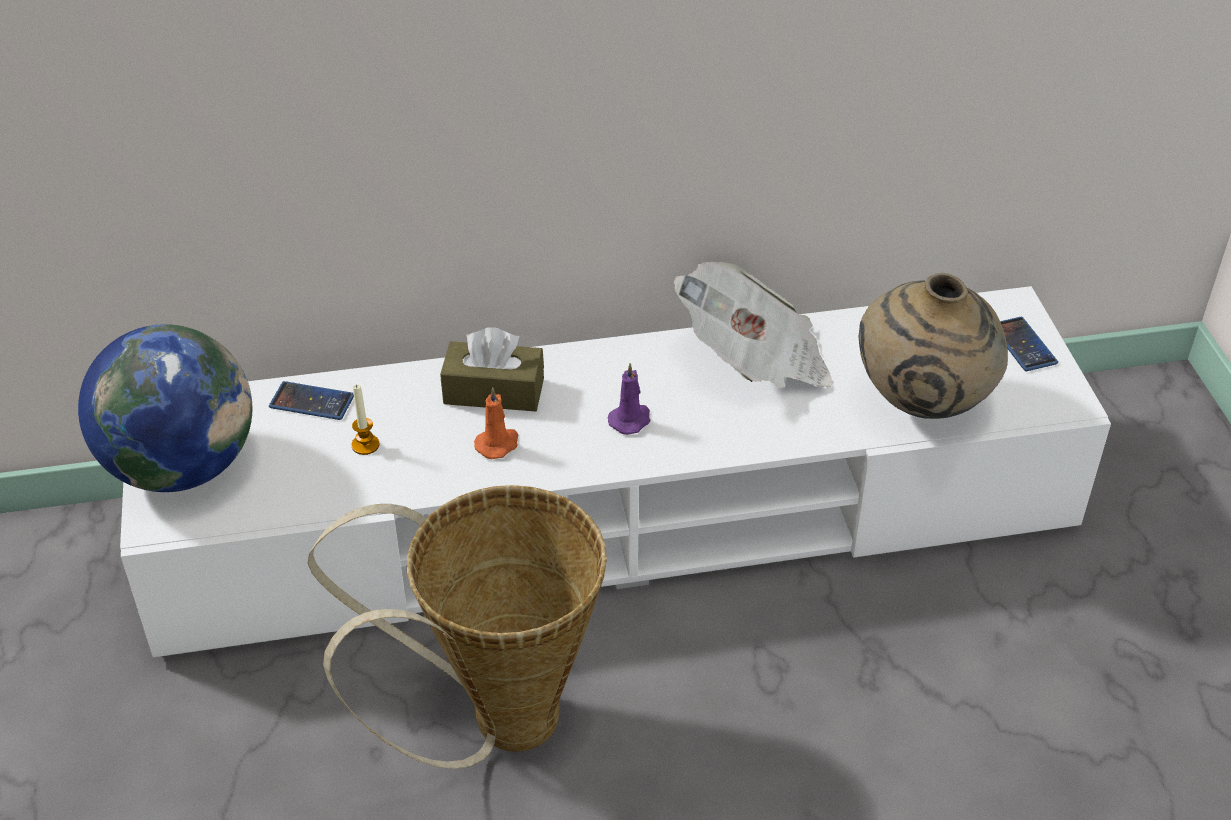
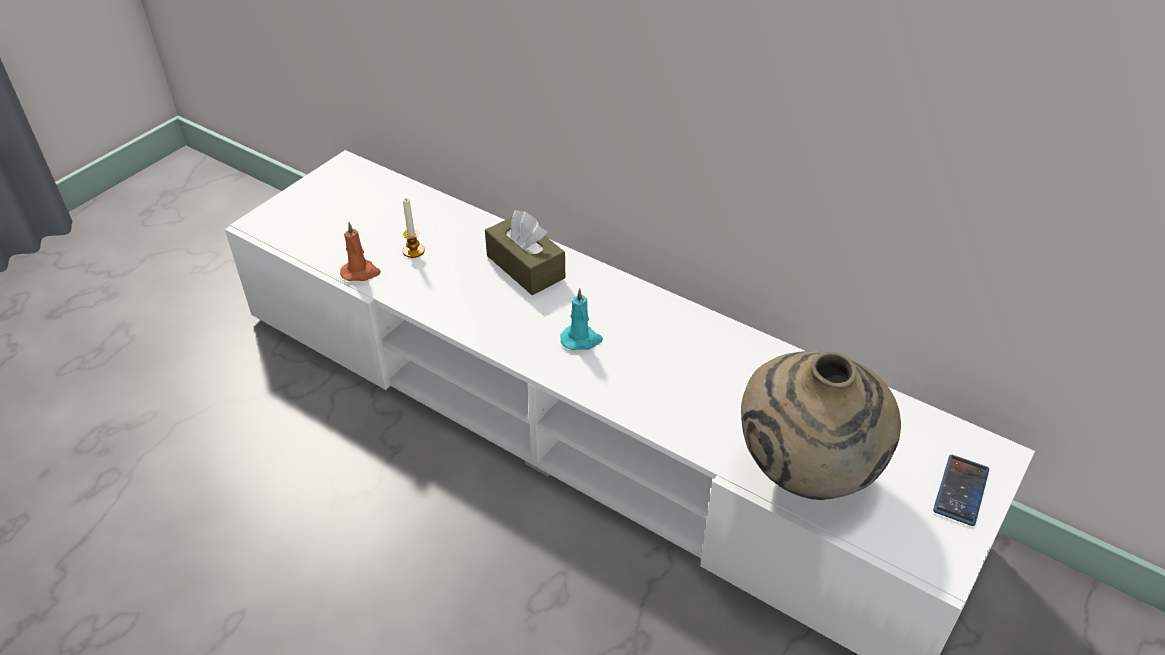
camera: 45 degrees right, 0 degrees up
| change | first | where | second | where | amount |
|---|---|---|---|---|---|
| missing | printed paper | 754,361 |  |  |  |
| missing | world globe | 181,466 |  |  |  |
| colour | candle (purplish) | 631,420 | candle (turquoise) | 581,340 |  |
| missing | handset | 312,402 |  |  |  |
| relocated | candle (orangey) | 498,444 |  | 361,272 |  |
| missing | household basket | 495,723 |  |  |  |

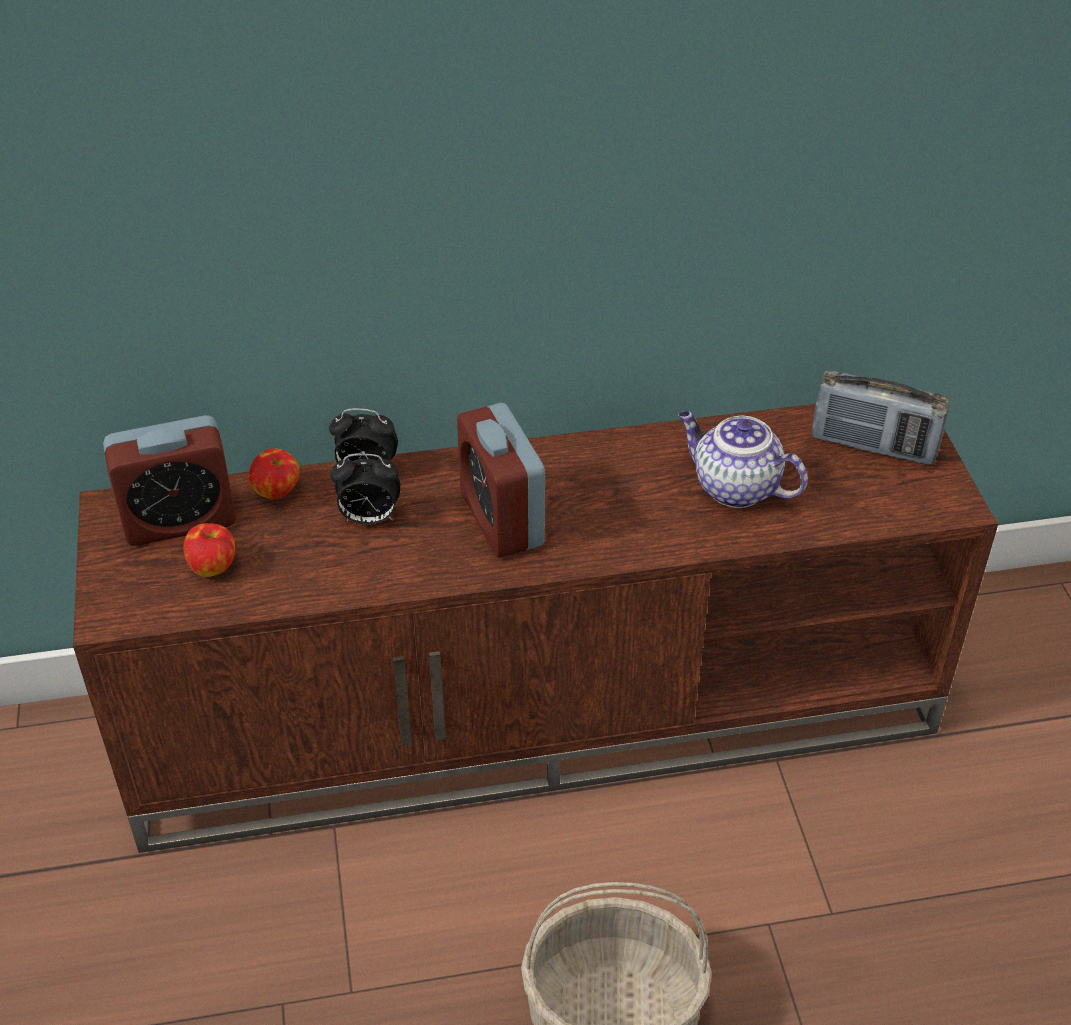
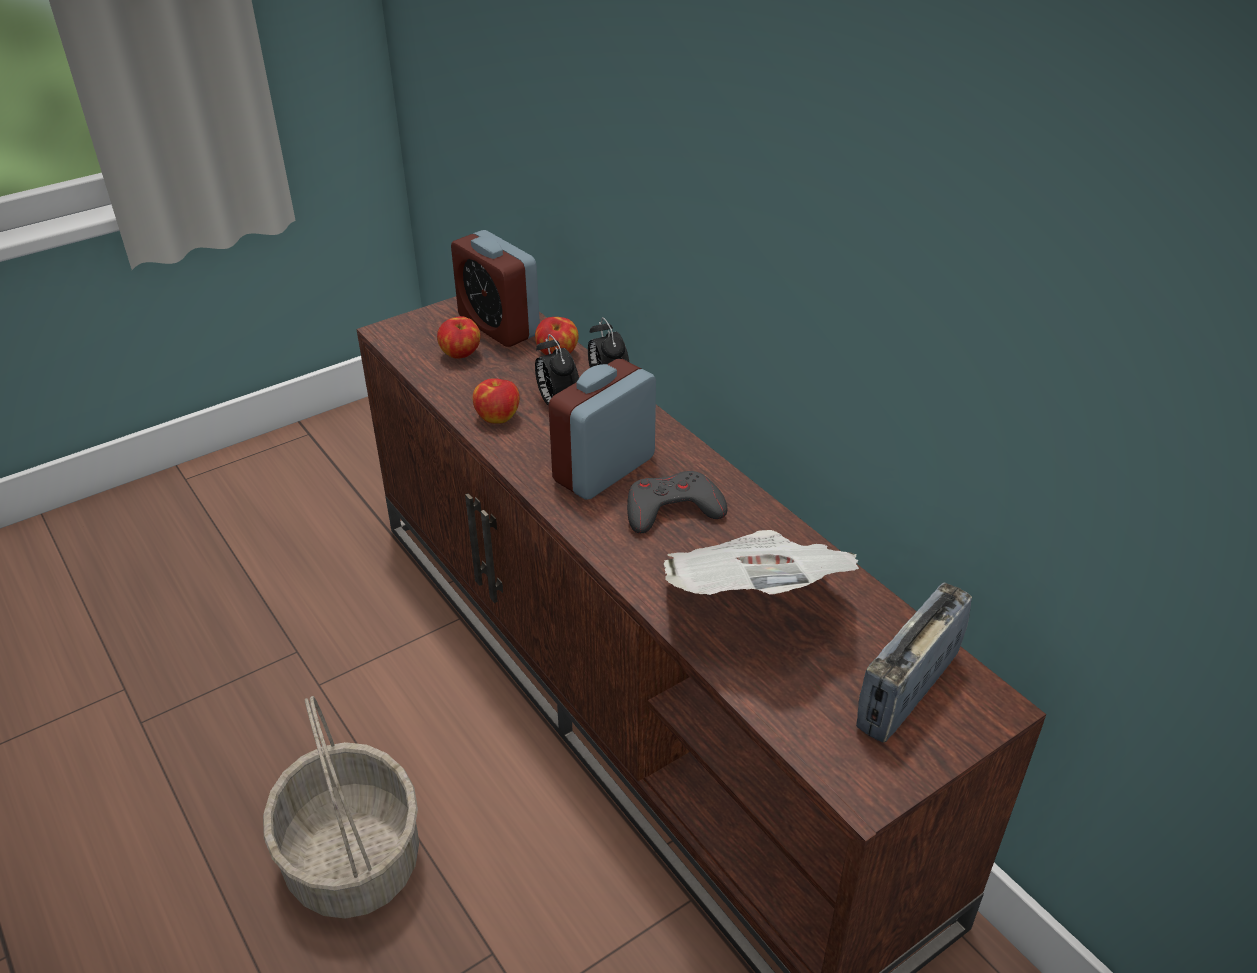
camera: 65 degrees right, 5 degrees down
| change | first | where | second | where | amount |
|---|---|---|---|---|---|
| spun | radio receiver | 873,446 |  | 907,692 | 45 degrees clockwise |
| exchanged | tea pot | 734,487 | printed paper | 753,599 |  |
| appeared |  |  | whole apple | 497,417 |  |
| appeared |  |  | joypad (gray) | 672,509 |  |

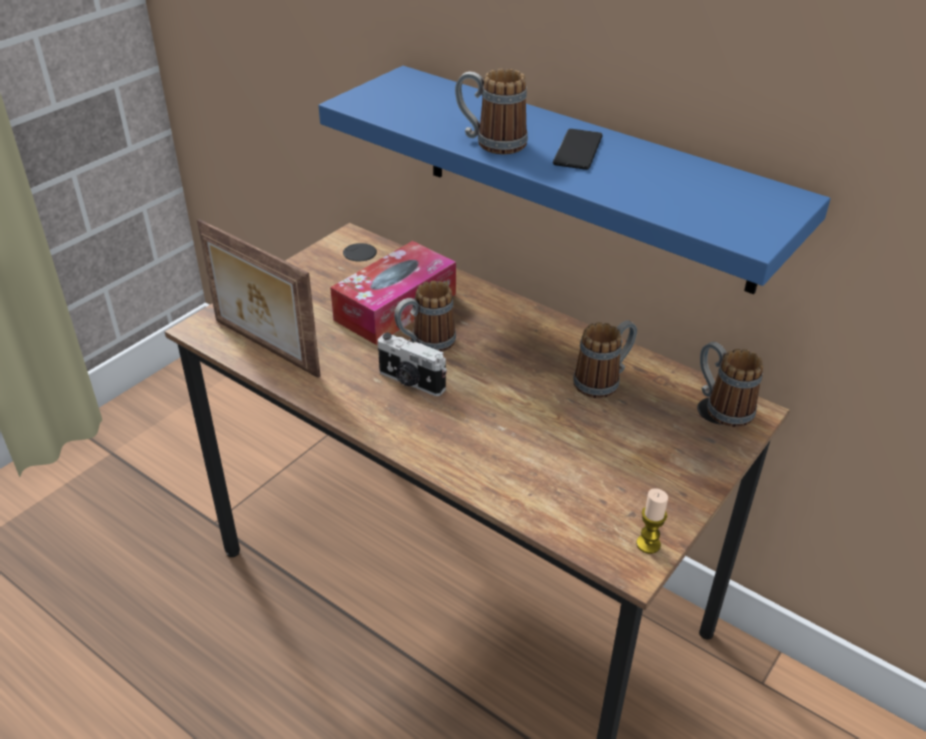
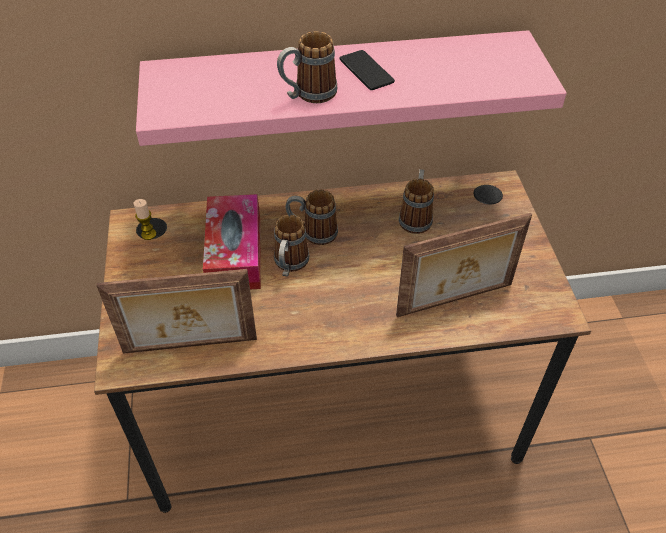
camera: 45 degrees left, 10 degrees up
| change | first | where | second | where | amount |
|---|---|---|---|---|---|
| colour | shelf (bluish) | 585,177 | shelf (pinkish) | 339,85 |  |
| missing | photo camera | 410,382 |  |  |  |
| relocated | coffee mug | 721,406 |  | 312,233 |  |
| relocated | candle | 648,544 |  | 148,234 |  |
| appeared |  |  | standing frame | 455,301 |  |

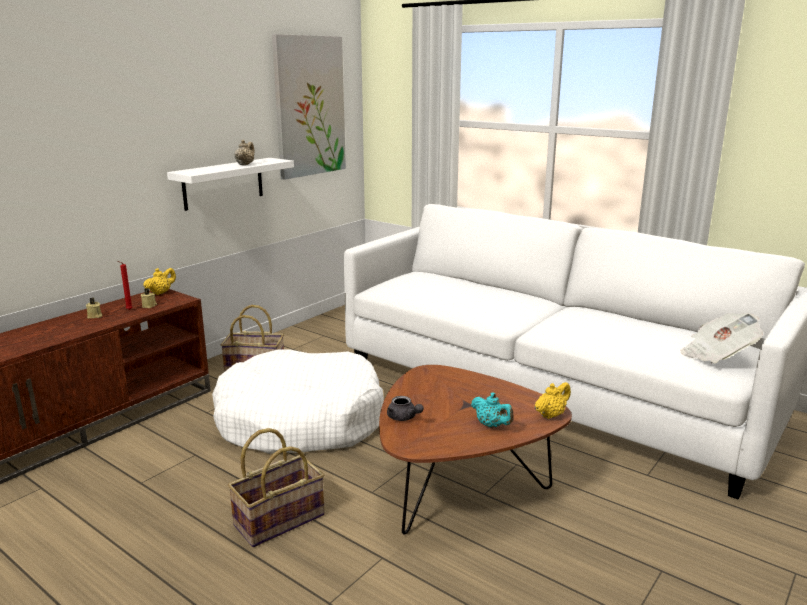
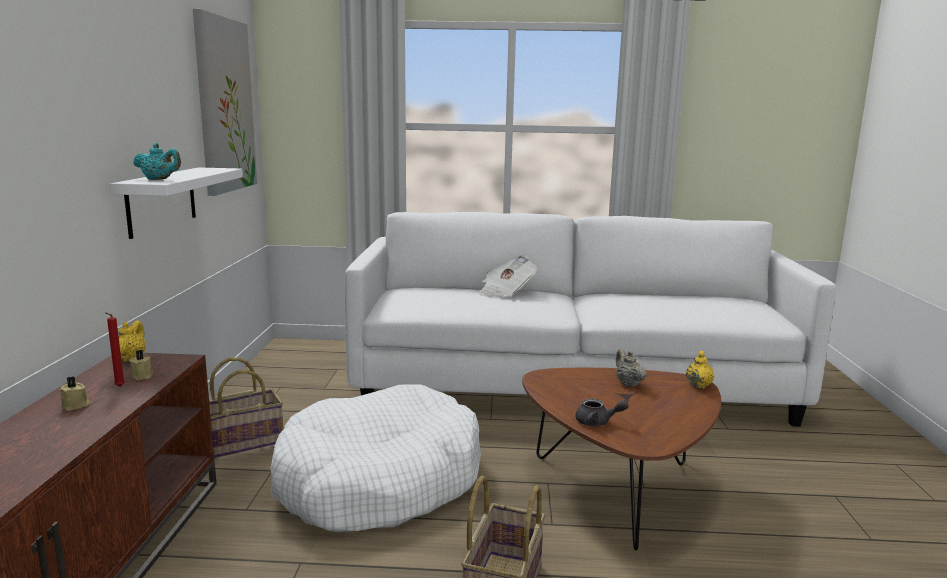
camera: 35 degrees left, 5 degrees down
| change | first | where | second | where | amount |
|---|---|---|---|---|---|
| relocated | tea pot (beige-coloured) | 245,164 |  | 628,383 |  |
| relocated | printed paper | 717,354 |  | 505,292 |  |
| relocated | tea pot (turquoise) | 491,425 |  | 159,180 |  |

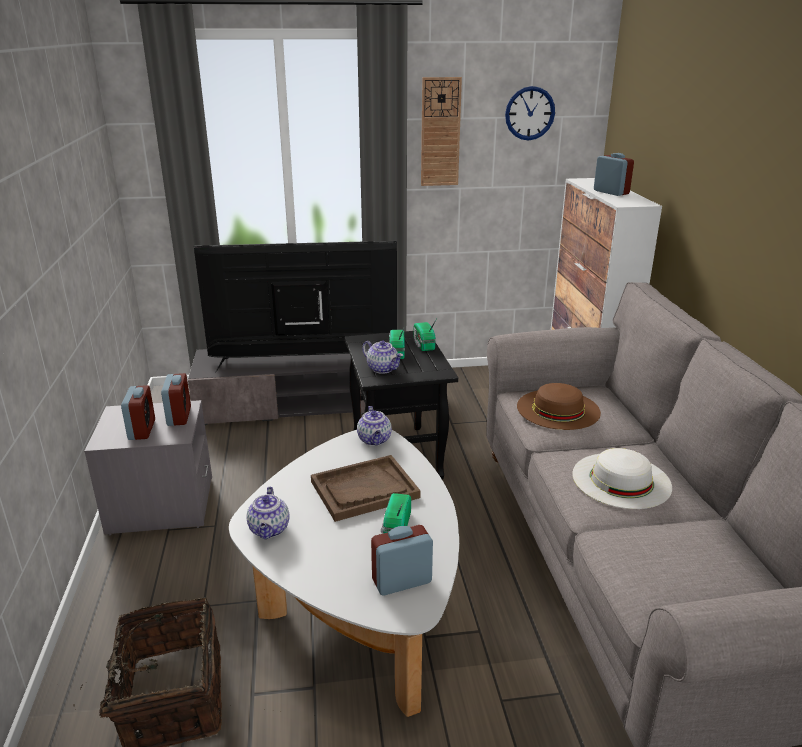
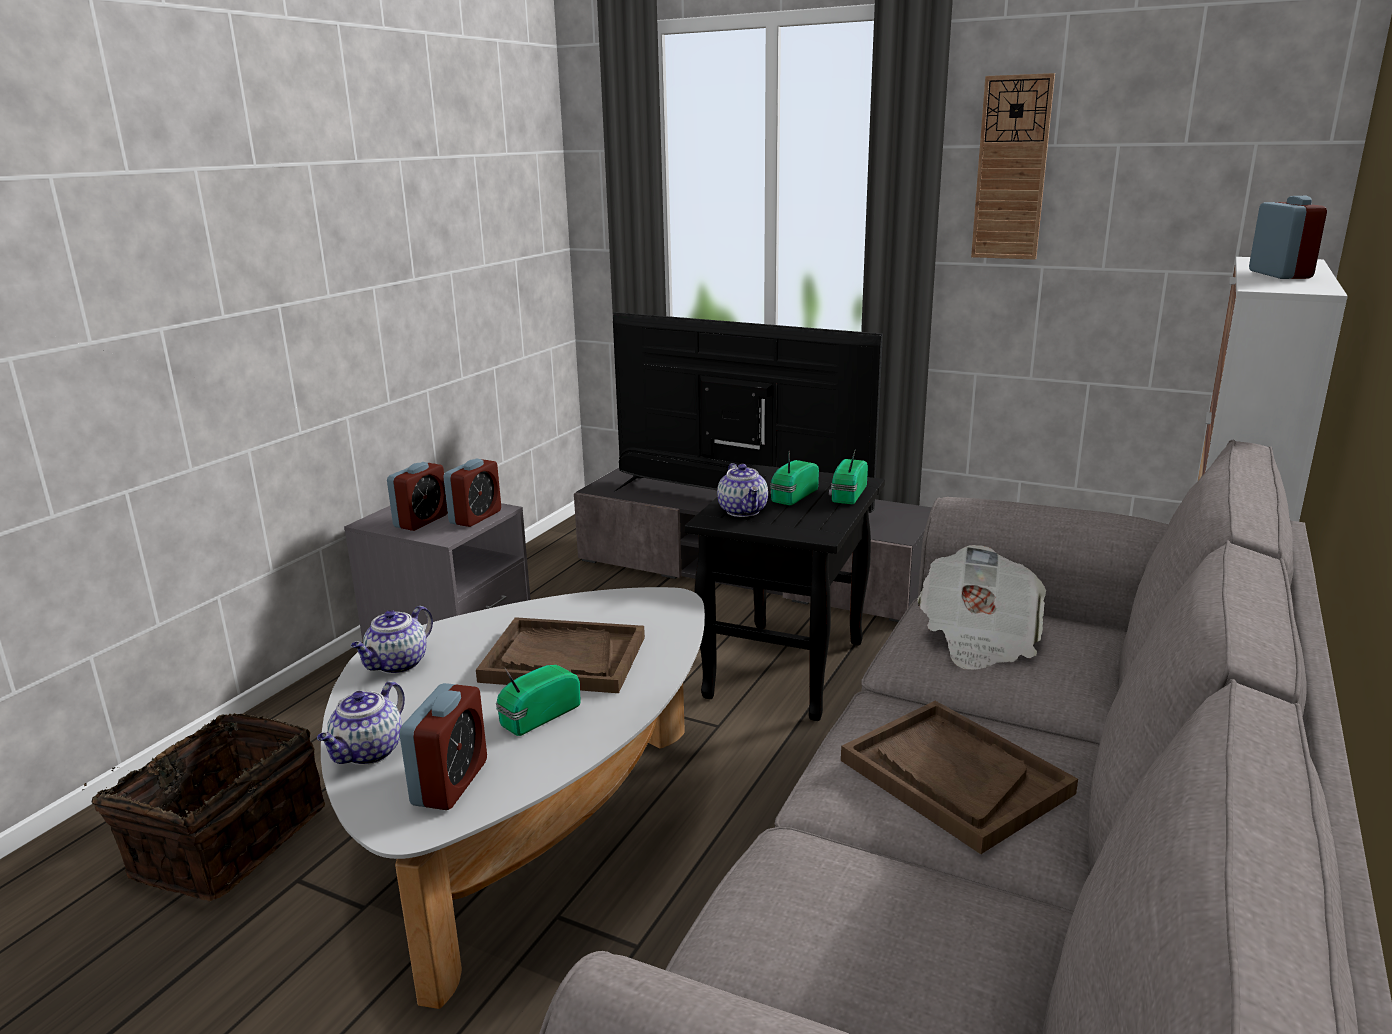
camera: 35 degrees right, 5 degrees down
| change | first | where | second | where | amount |
|---|---|---|---|---|---|
| missing | clock on the wall | 529,113 |  |  |  |
| exchanged | clothing hat (brownish) | 558,409 | printed paper | 978,639 |  |
| relocated | tea pot | 375,440 |  | 368,753 |  |
| exchanged | clothing hat (white-coloured) | 621,480 | tray (brownish) | 954,777 |  |
| spun | bedside clock | 401,581 |  | 450,783 | 90 degrees clockwise |

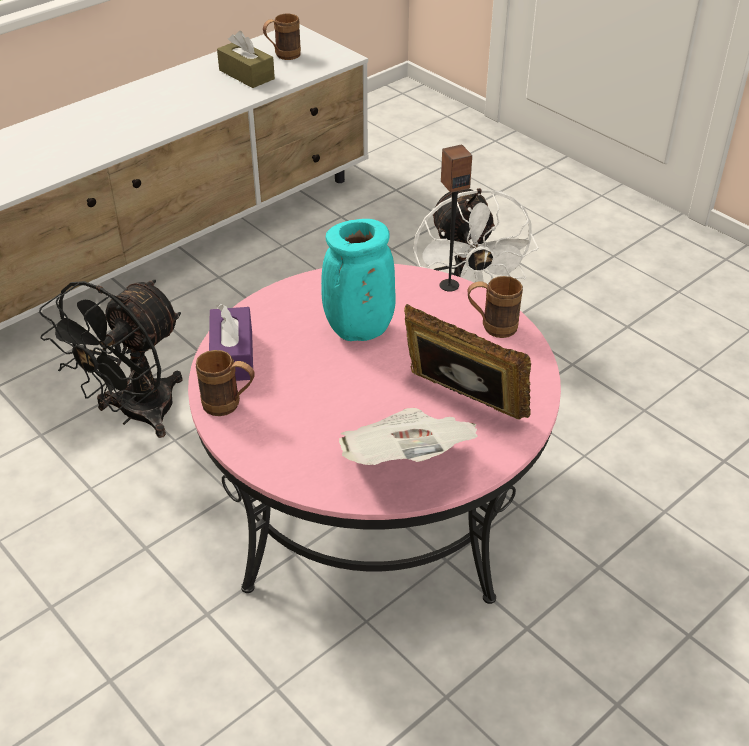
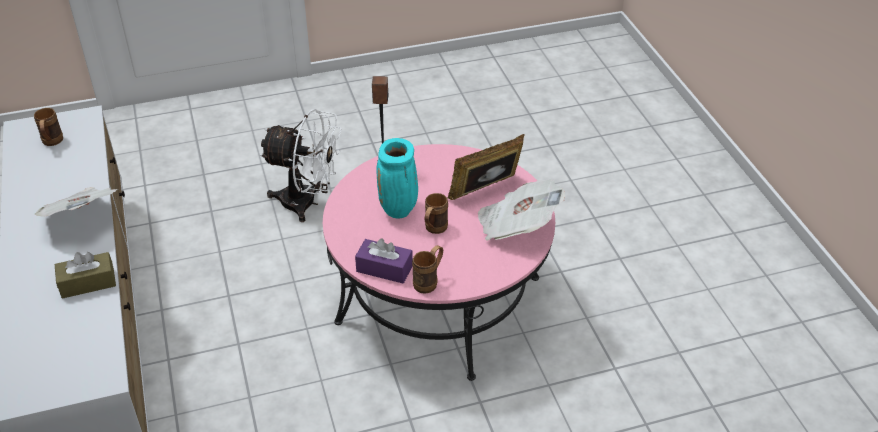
camera: 65 degrees left, 0 degrees up
| change | first | where | second | where | amount |
|---|---|---|---|---|---|
| relocated | tissue box (brownish) | 246,74 |  | 88,283 |  |
| relocated | coffee mug (brownish) | 491,327 |  | 433,230 |  |
| missing | fan (black) | 135,415 |  |  |  |
| appeared |  |  | printed paper | 82,216 |  |

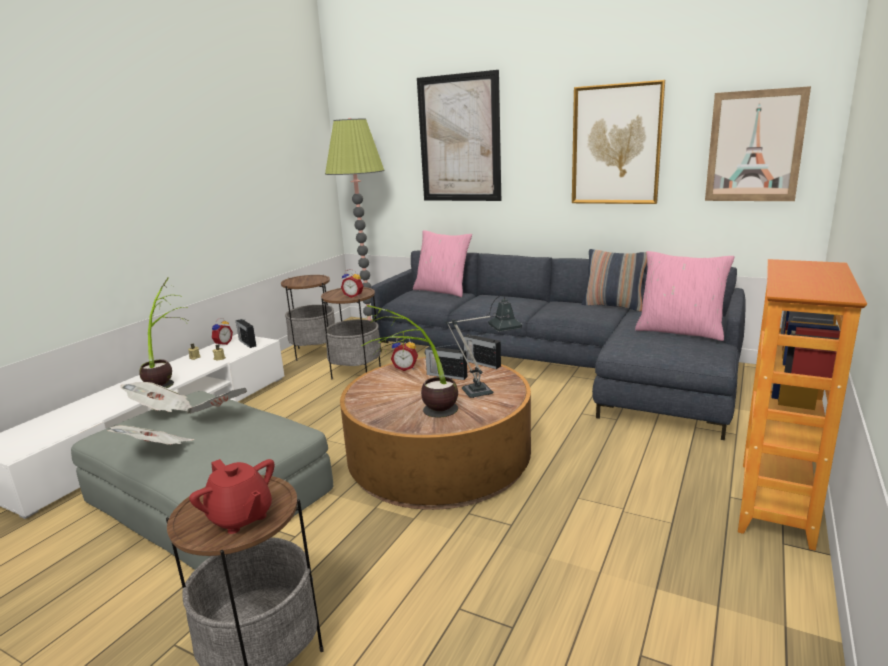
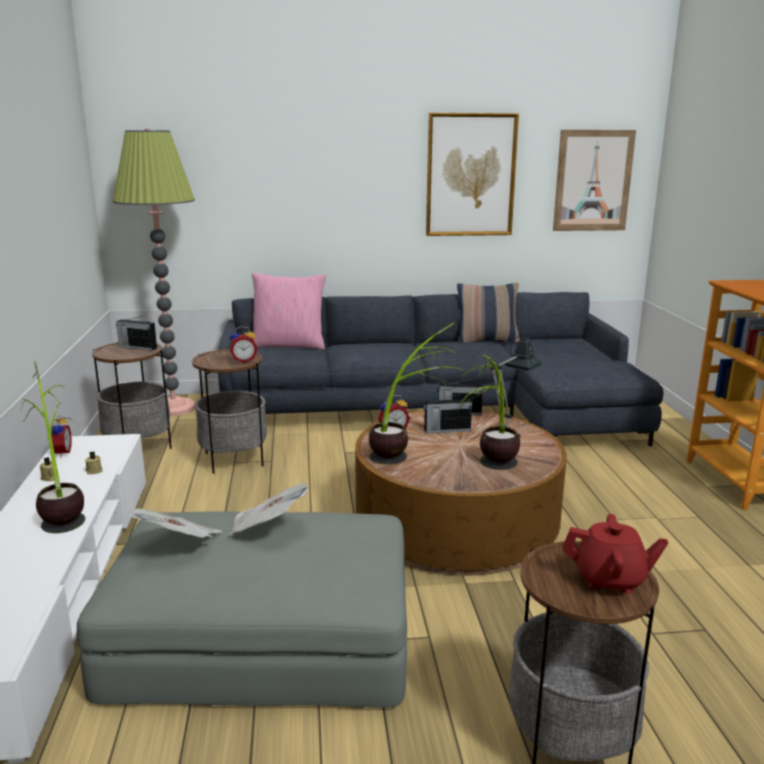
camera: 35 degrees left, 0 degrees up
| change | first | where | second | where | amount |
|---|---|---|---|---|---|
| missing | wall art | 459,139 |  |  |  |
| missing | pillow (pinkish) | 680,331 |  |  |  |
| relocated | radio receiver | 247,343 |  | 137,347 |  |
| missing | printed paper | 156,451 |  |  |  |
| appeared |  |  | plant in a pot | 409,452 |  |

